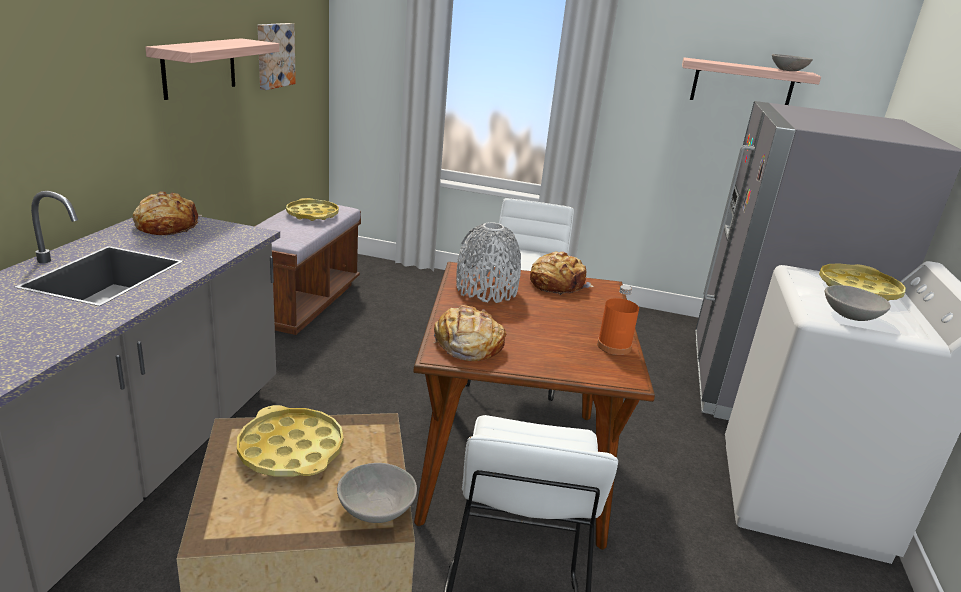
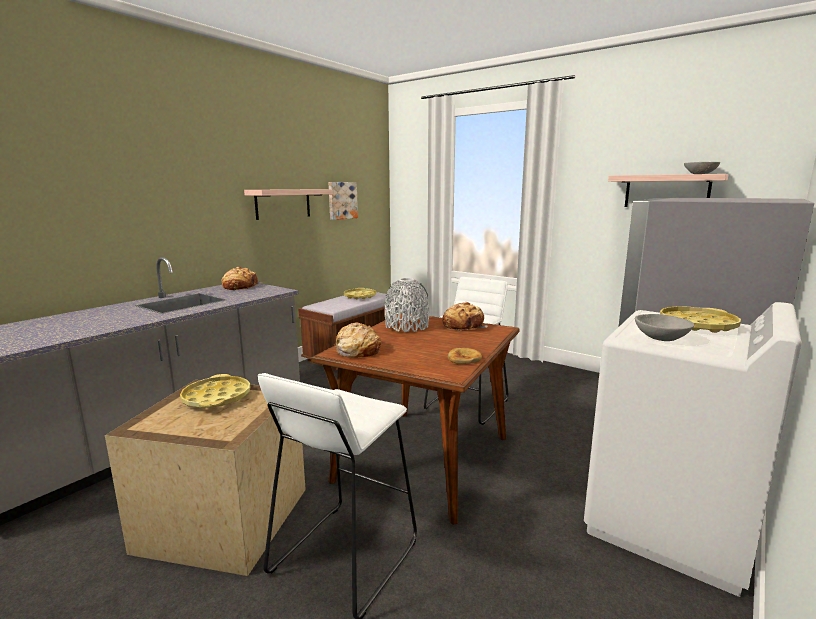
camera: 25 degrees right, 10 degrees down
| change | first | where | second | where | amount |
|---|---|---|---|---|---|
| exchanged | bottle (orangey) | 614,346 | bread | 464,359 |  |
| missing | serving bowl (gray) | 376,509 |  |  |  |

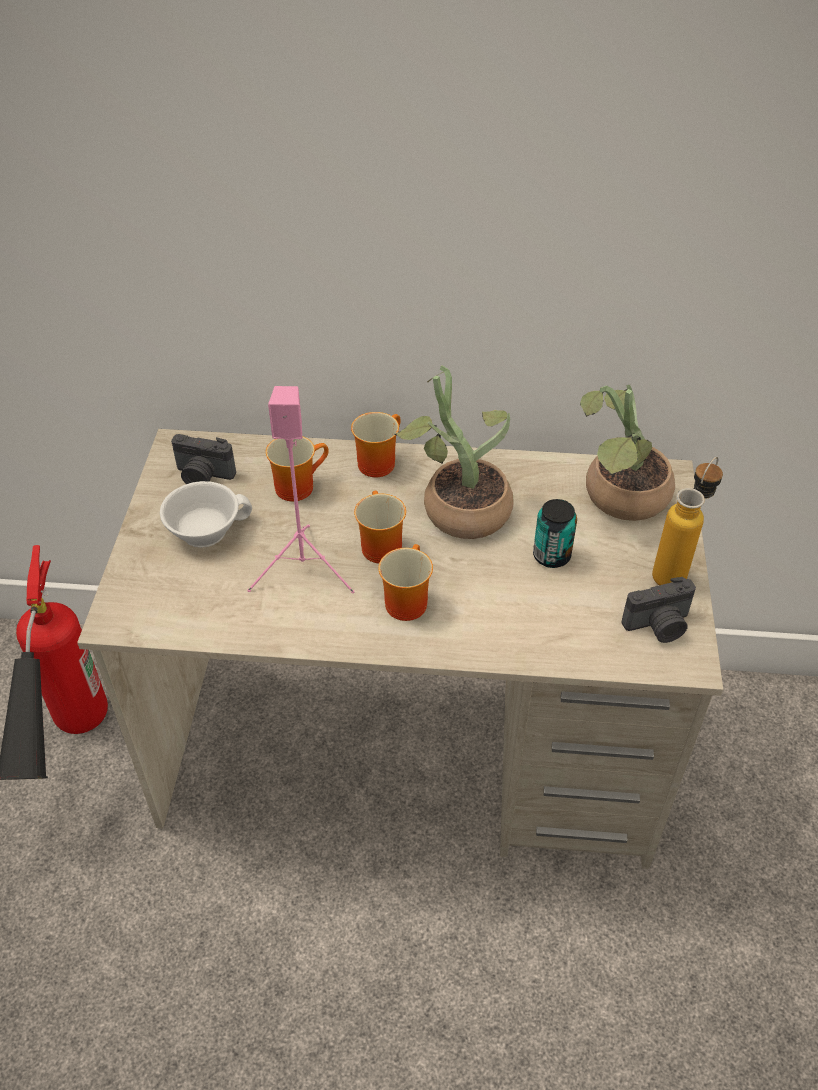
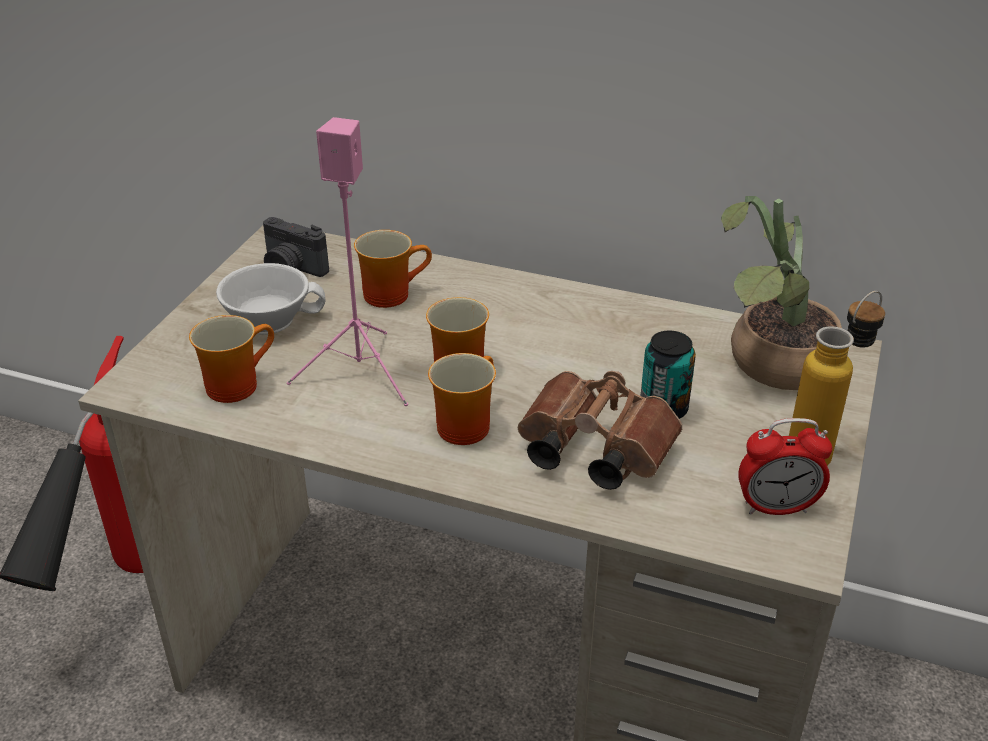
camera: 15 degrees right, 10 degrees down
| change | first | where | second | where | amount |
|---|---|---|---|---|---|
| missing | plant in a pot | 457,507 |  |  |  |
| relocated | coffee mug | 376,461 |  | 235,383 |  |
| exchanged | photo camera | 659,626 | bedside clock | 776,507 |  |
| appeared |  |  | binoculars (brownish) | 590,451 |  |

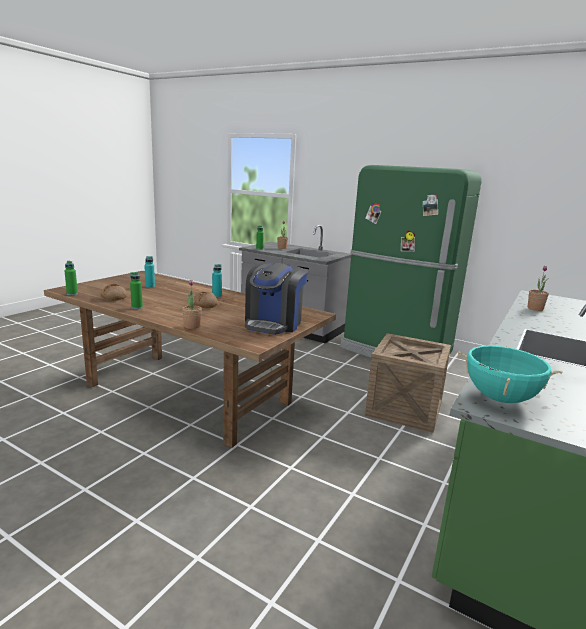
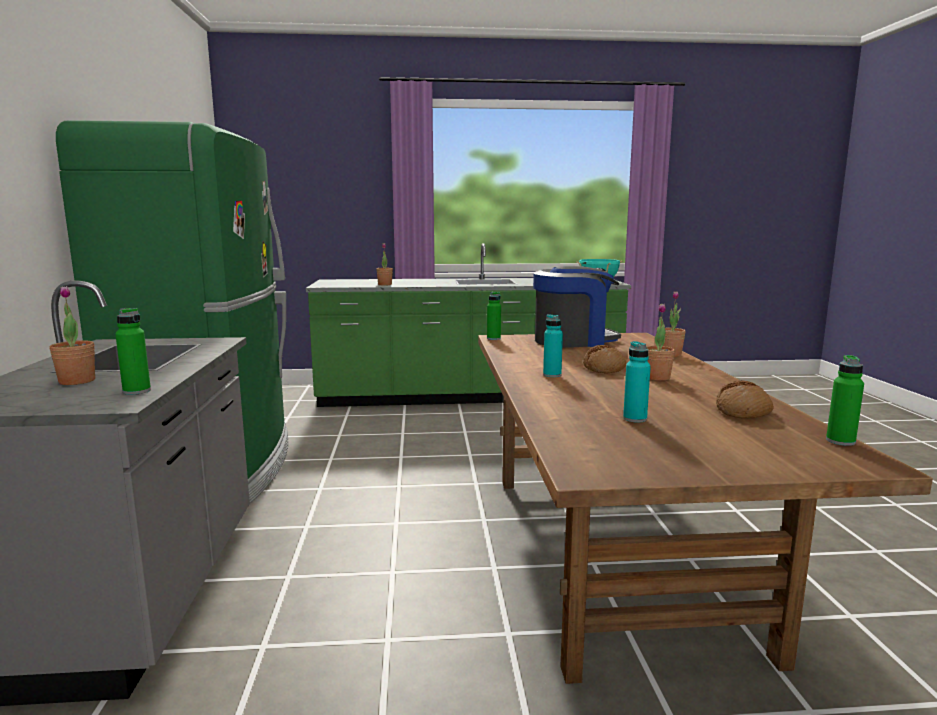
camera: 125 degrees left, 5 degrees down
| change | first | where | second | where | amount |
|---|---|---|---|---|---|
| relocated | bottle (greenish) | 137,307 |  | 493,338 |  |
| missing | shipping crate | 404,408 |  |  |  |
| appeared |  |  | plant in a pot | 657,377 |  |

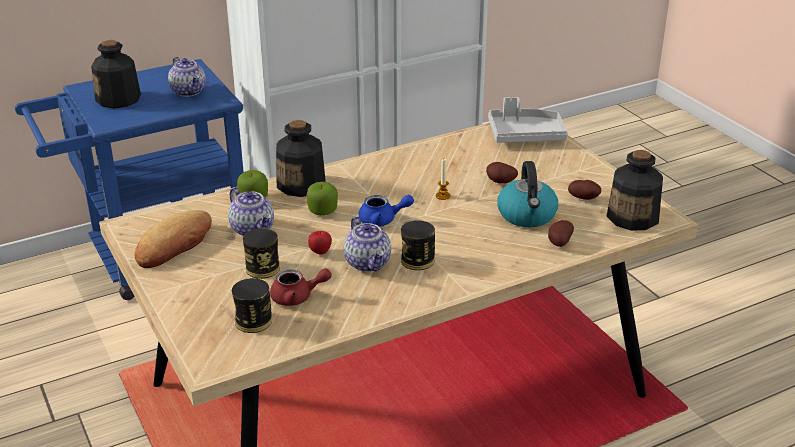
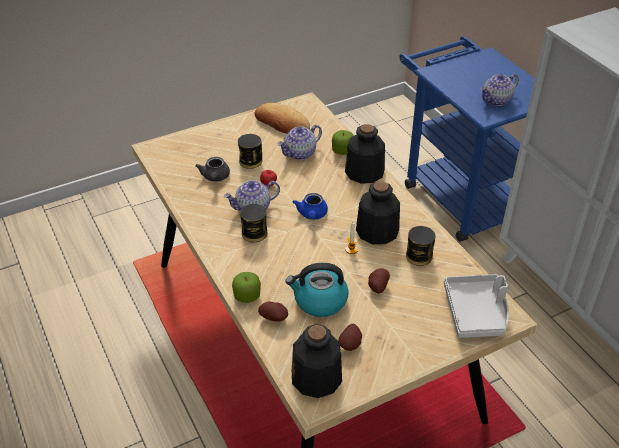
camera: 90 degrees right, 10 degrees up
| change | first | where | second | where | amount |
|---|---|---|---|---|---|
| relocated | bottle | 118,99 |  | 377,231 |  |
| relocated | whole apple | 323,210 |  | 247,296 |  |
| colour | tea pot (reddish) | 297,297 | tea pot (gray) | 215,178 |  |
| relocated | sealed can | 253,321 |  | 419,256 |  |

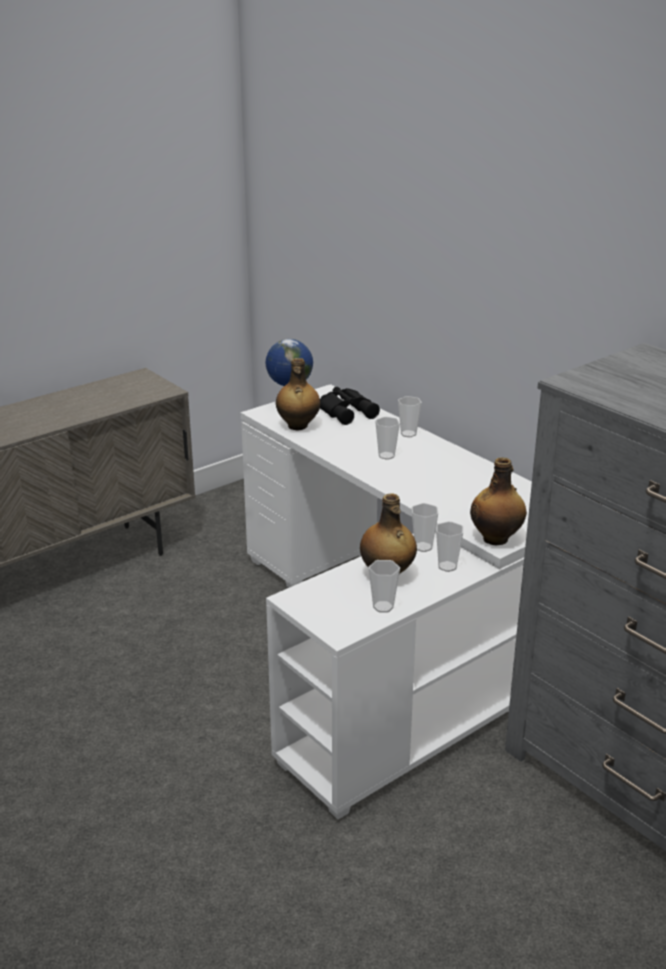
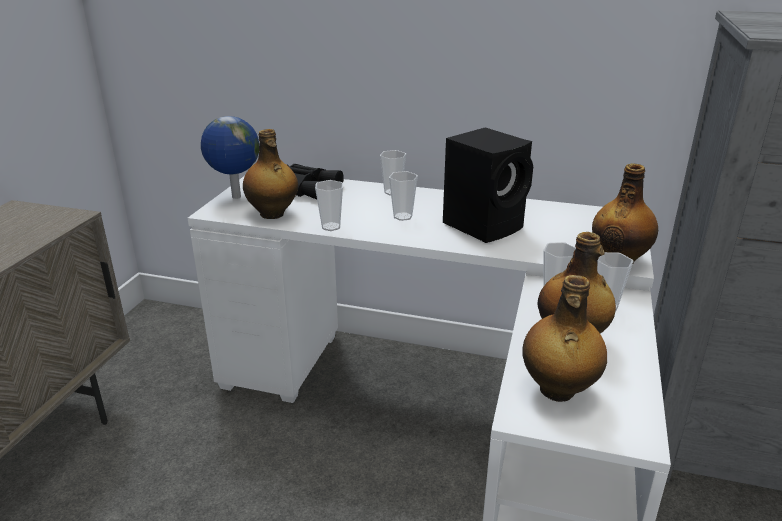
camera: 35 degrees left, 0 degrees up
| change | first | where | second | where | amount |
|---|---|---|---|---|---|
| relocated | cup | 383,607 |  | 331,227 |  |
| appeared |  |  | speaker (black) | 485,225 |  |
| appeared |  |  | bottle | 557,390 |  |

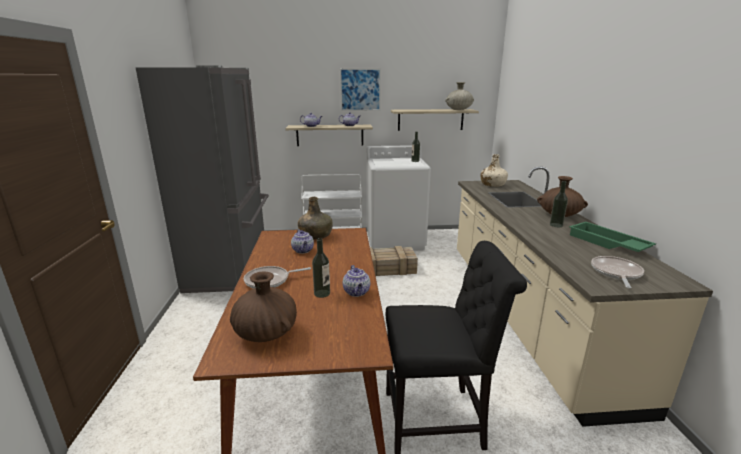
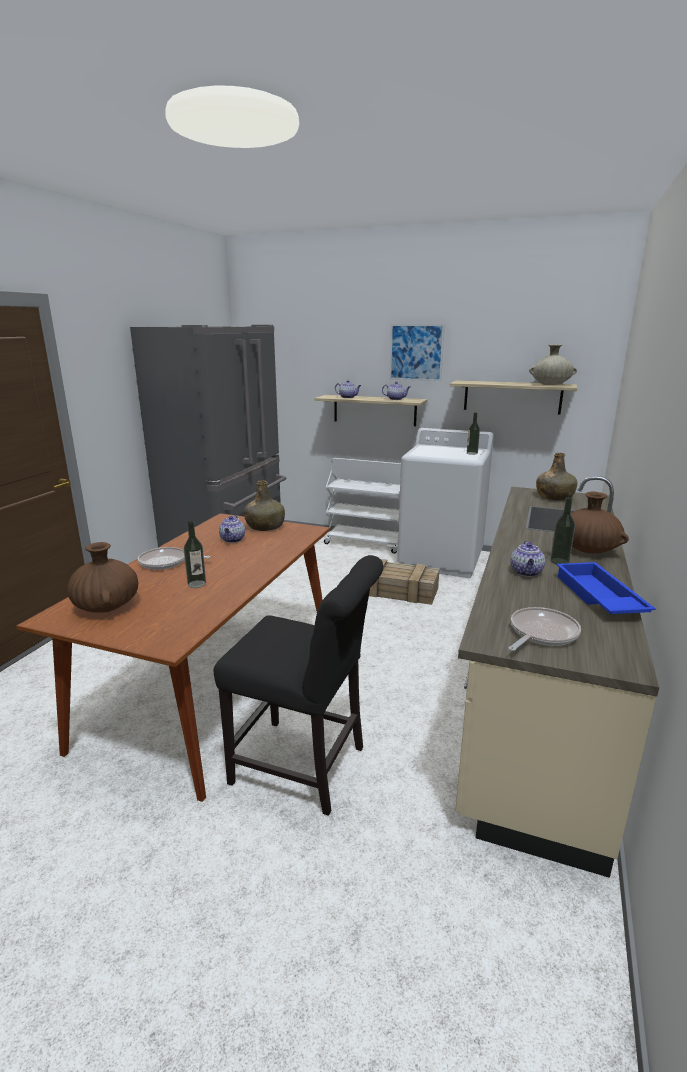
camera: 25 degrees right, 0 degrees up
| change | first | where | second | where | amount |
|---|---|---|---|---|---|
| colour | bottle (beige-coloured) | 492,184 | bottle (greenish) | 554,497 |  |
| colour | tray (greenish) | 606,243 | tray (bluish) | 597,597 |  |
| relocated | tea pot | 357,292 |  | 526,572 |  |

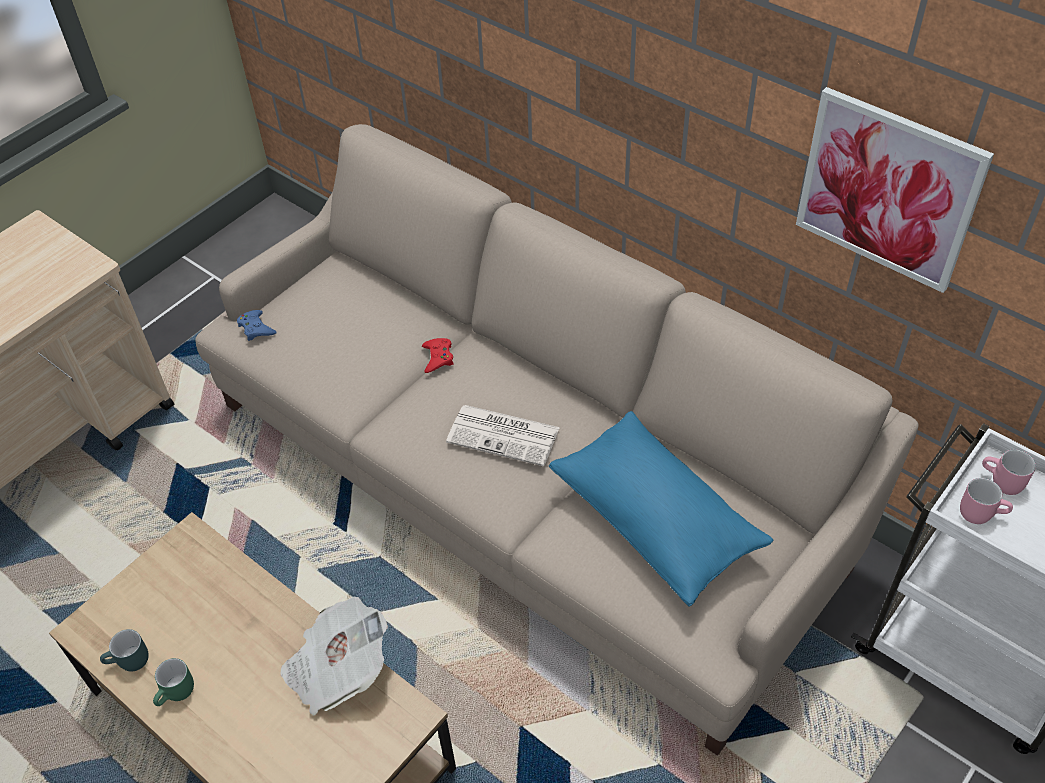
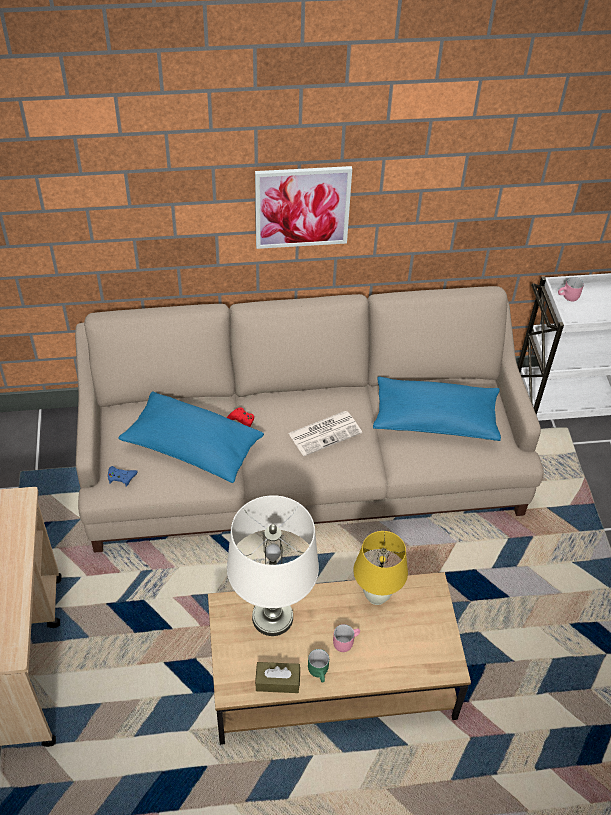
camera: 50 degrees left, 0 degrees up
| change | first | where | second | where | amount |
|---|---|---|---|---|---|
| relocated | wall art | 888,190 |  | 302,207 |  |
| relocated | coffee mug (pinkish) | 980,512 |  | 345,641 |  |
| exchanged | printed paper | 337,669 | lamp for a table (yellowish) | 377,596 |  |
| exchanged | coffee mug (turquoise) | 129,663 | tissue box (brownish) | 277,681 |  |
| appeared |  |  | pillow (bluish) | 192,448 |  |
| appeared |  |  | lamp for a table (white-coloured) | 273,617 |  |

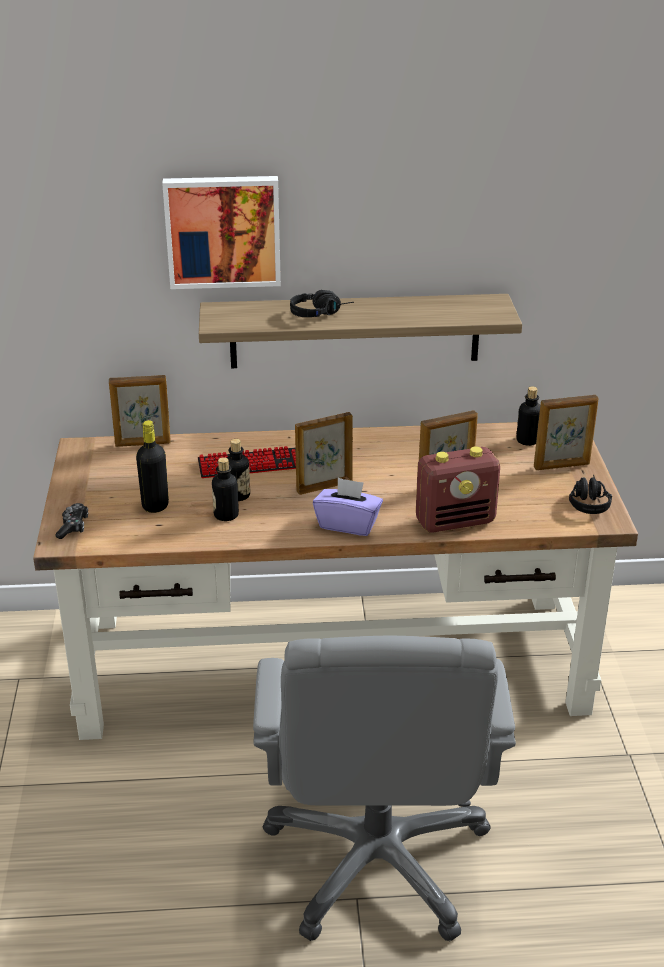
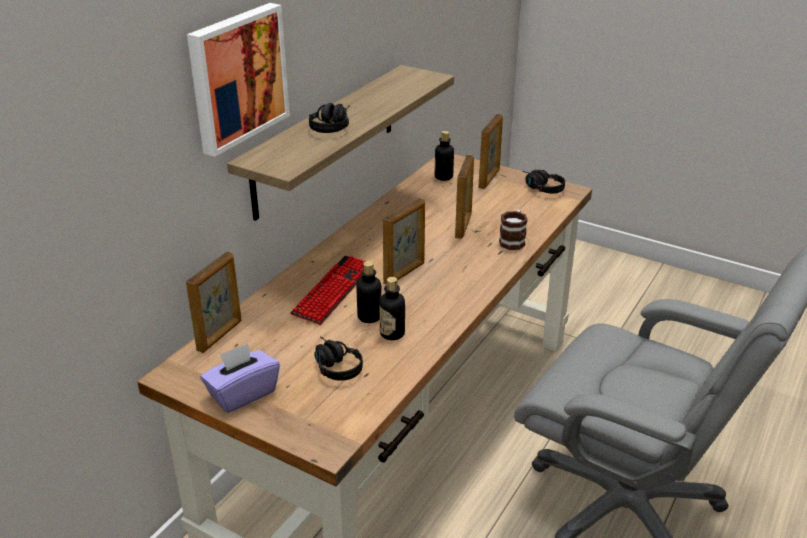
camera: 55 degrees left, 0 degrees up
| change | first | where | second | where | amount |
|---|---|---|---|---|---|
| spun | standing frame | 323,486 |  | 404,273 | 150 degrees counterclockwise |
| exchanged | bottle (black) | 155,506 | headphones (black) | 333,365 |  |
| exchanged | radio receiver | 455,521 | coffee mug | 513,240 |  |
| relocated | tissue box (purplish) | 348,524 |  | 242,393 |  |
| missing | joypad | 73,527 |  |  |  |

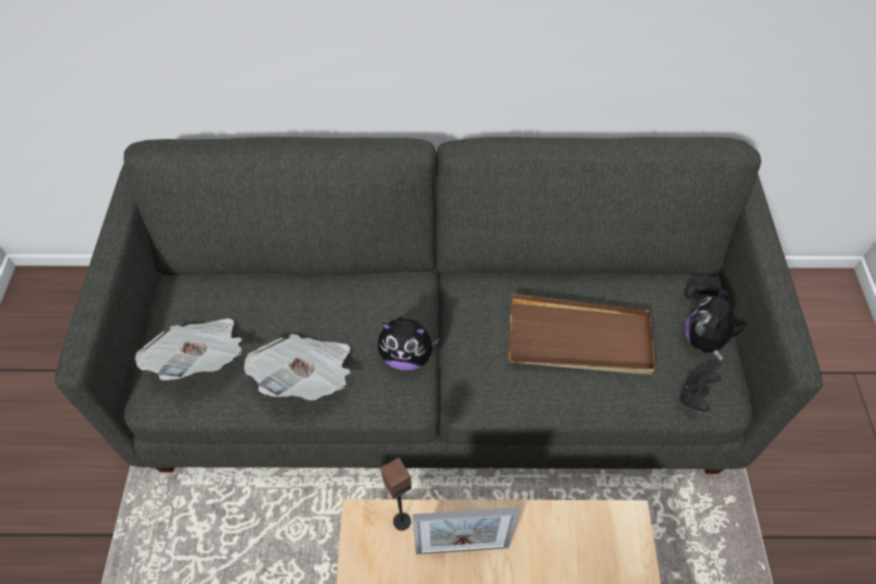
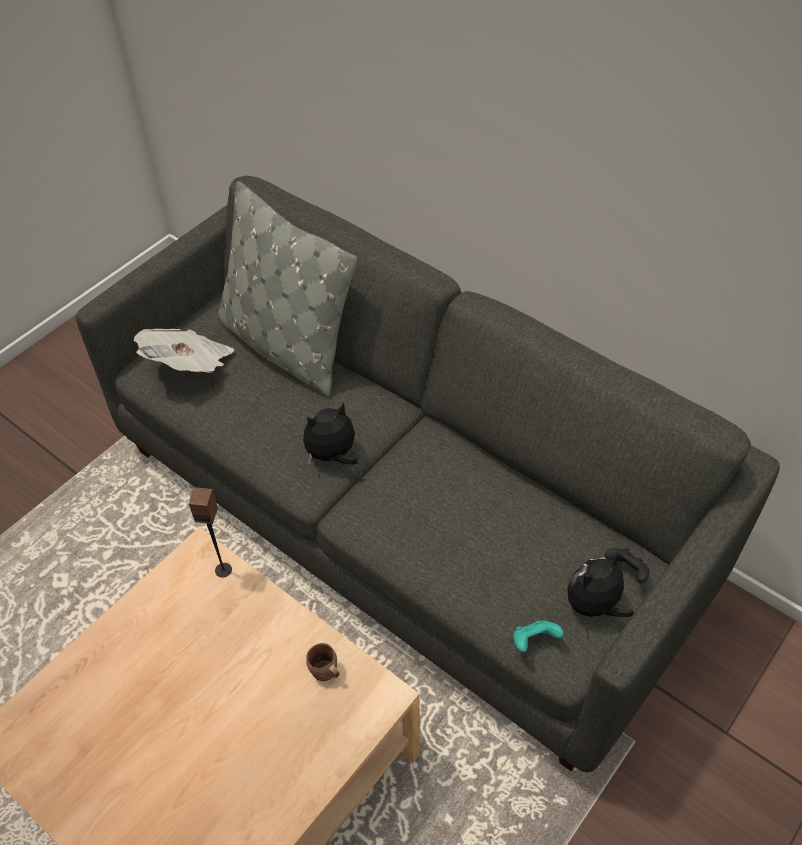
camera: 40 degrees right, 5 degrees down
| change | first | where | second | where | amount |
|---|---|---|---|---|---|
| missing | tray (brownish) | 579,339 |  |  |  |
| spun | soft toy | 406,356 |  | 332,455 | 105 degrees clockwise |
| missing | printed paper | 307,377 |  |  |  |
| colour | joypad (black) | 695,396 | joypad (turquoise) | 533,641 |  |
| missing | standing frame | 462,548 |  |  |  |
| appeared |  |  | pillow (gray) | 286,346 |  |
| appeared |  |  | coffee mug (brownish) | 324,673 |  |

